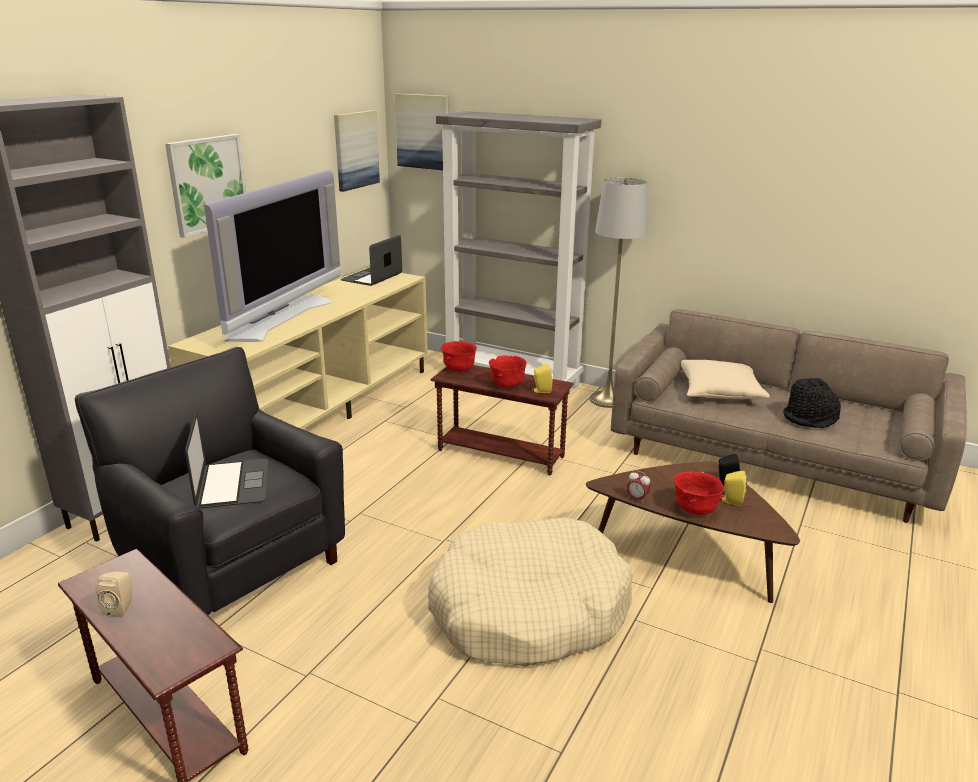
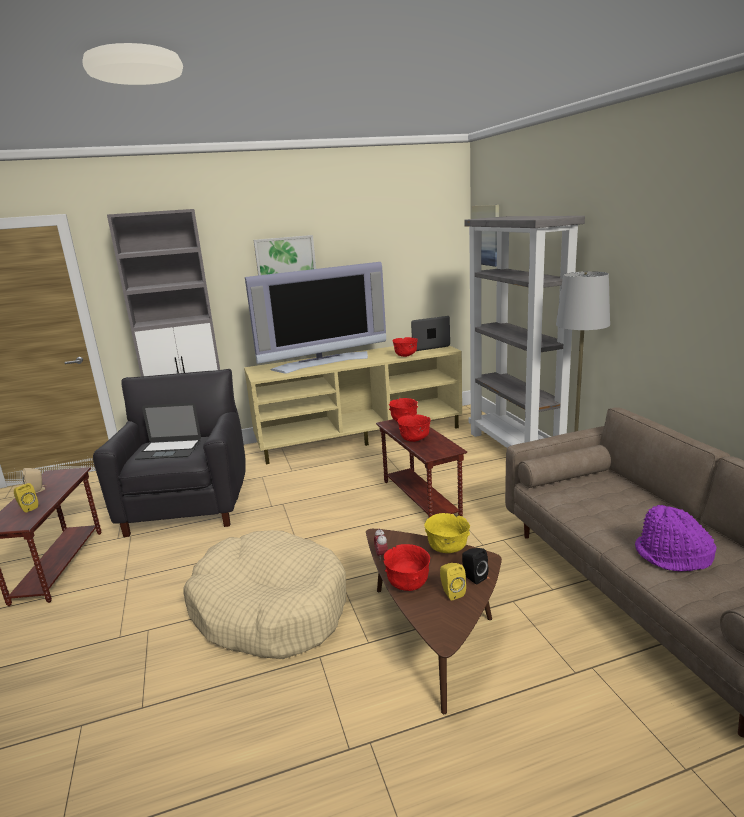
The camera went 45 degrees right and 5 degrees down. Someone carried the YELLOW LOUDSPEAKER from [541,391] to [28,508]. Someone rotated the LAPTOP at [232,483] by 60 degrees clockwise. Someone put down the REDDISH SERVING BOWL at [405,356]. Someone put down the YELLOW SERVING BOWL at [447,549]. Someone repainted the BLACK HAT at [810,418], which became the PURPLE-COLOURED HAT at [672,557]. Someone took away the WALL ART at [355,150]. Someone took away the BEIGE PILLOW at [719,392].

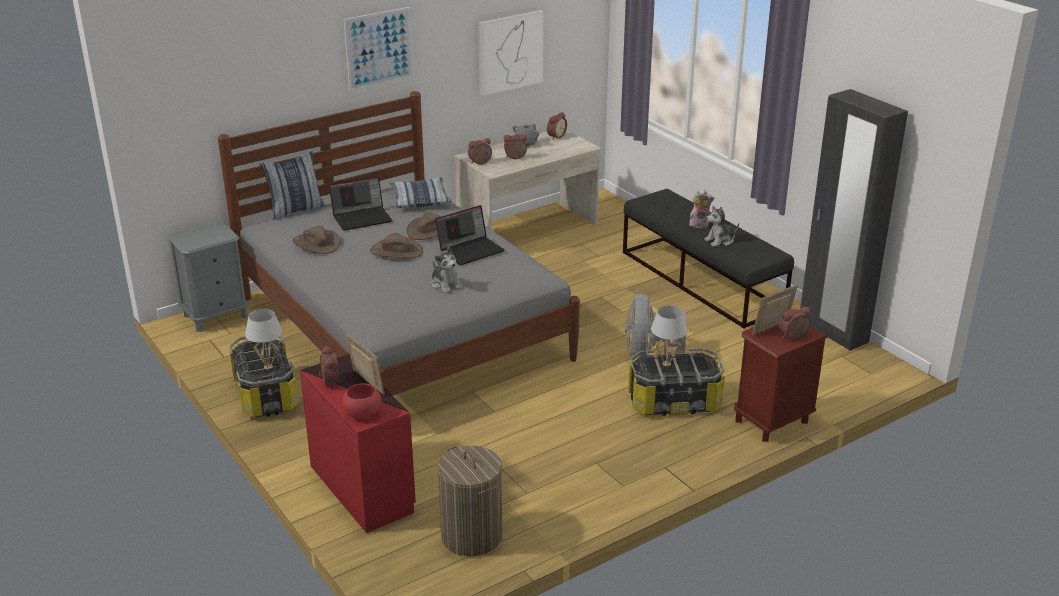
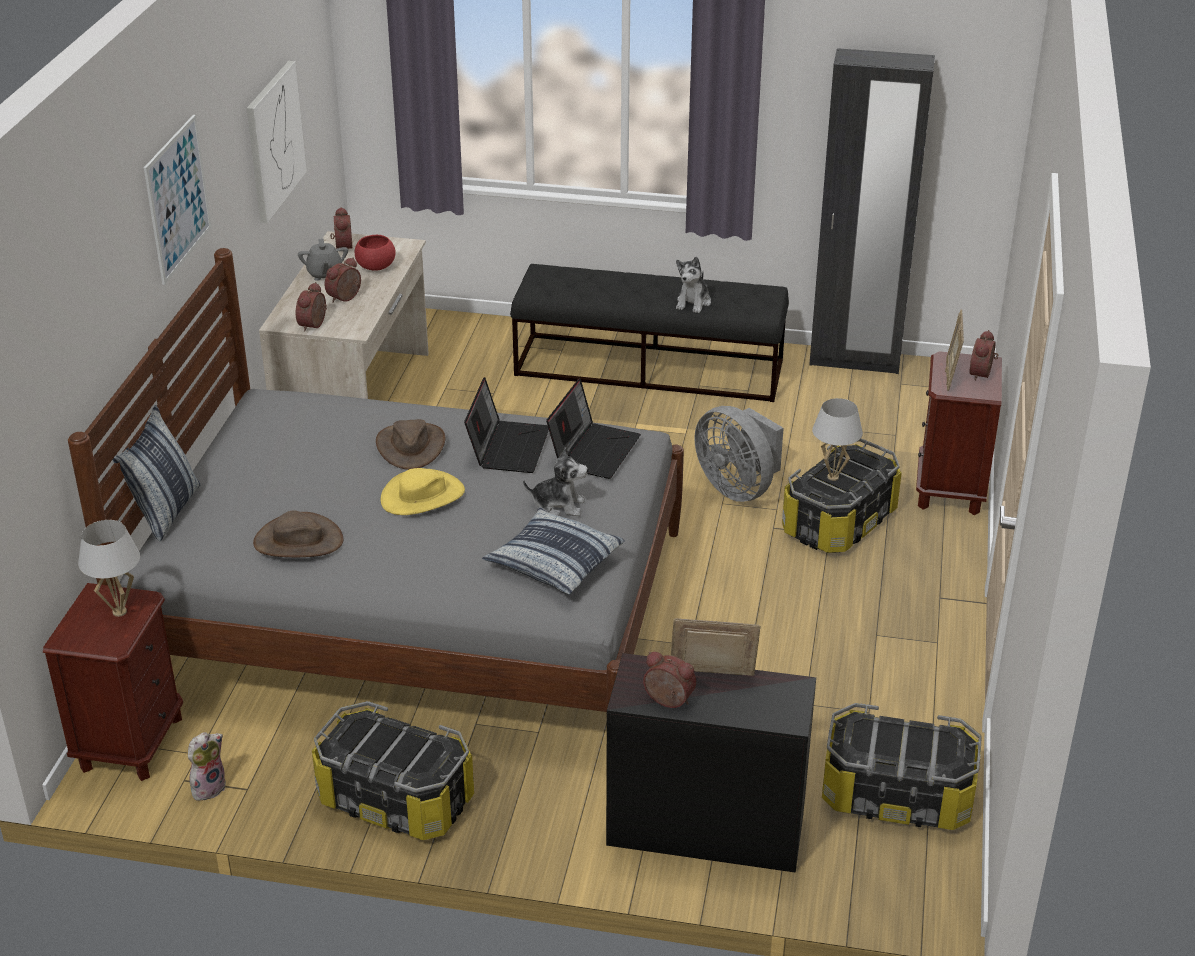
The camera went 45 degrees left and 5 degrees up. Someone repainted the GREYISH NIGHT TABLE at [216,316], which became the BROWN-COLOURED NIGHT TABLE at [131,743]. Someone carried the WHITISH TABLETOP LAMP from [268,367] to [119,612]. Someone carried the SOFT TOY from [699,224] to [208,787]. Someone carried the REDDISH SERVING BOWL from [362,413] to [375,266]. Someone repainted the BROWN-COLOURED HAT at [396,251], which became the YELLOW HAT at [423,496]. Someone carried the PILLOW from [420,199] to [554,562]. Someone carried the LAPTOP from [362,218] to [594,450]. Someone repainted the REDDISH CHEST OF DRAWERS at [362,487], which became the BLACK CHEST OF DRAWERS at [705,827]. Someone swapped the LAUNDRY BASKET at [472,536] for the STORAGE BOX at [897,795].

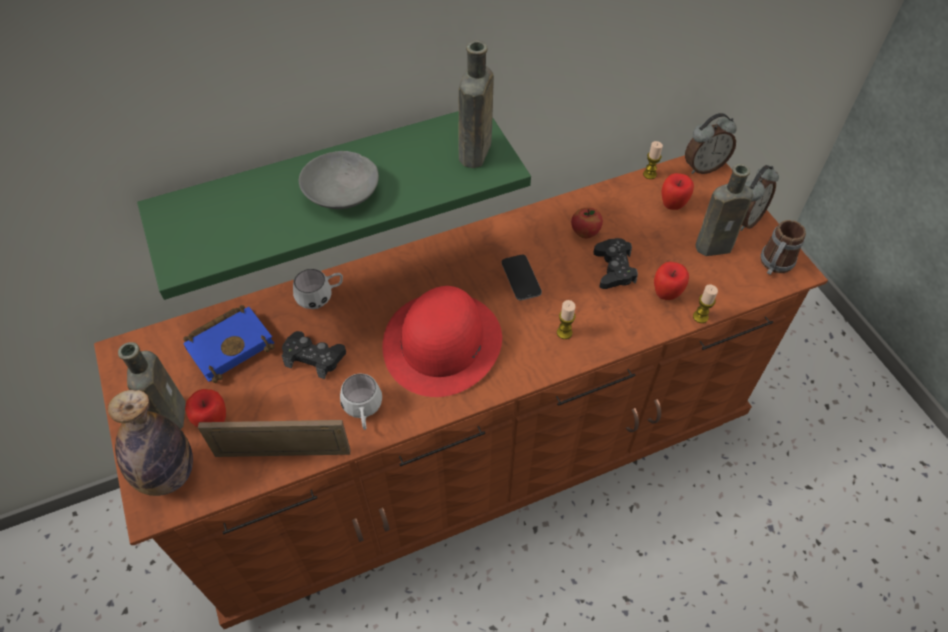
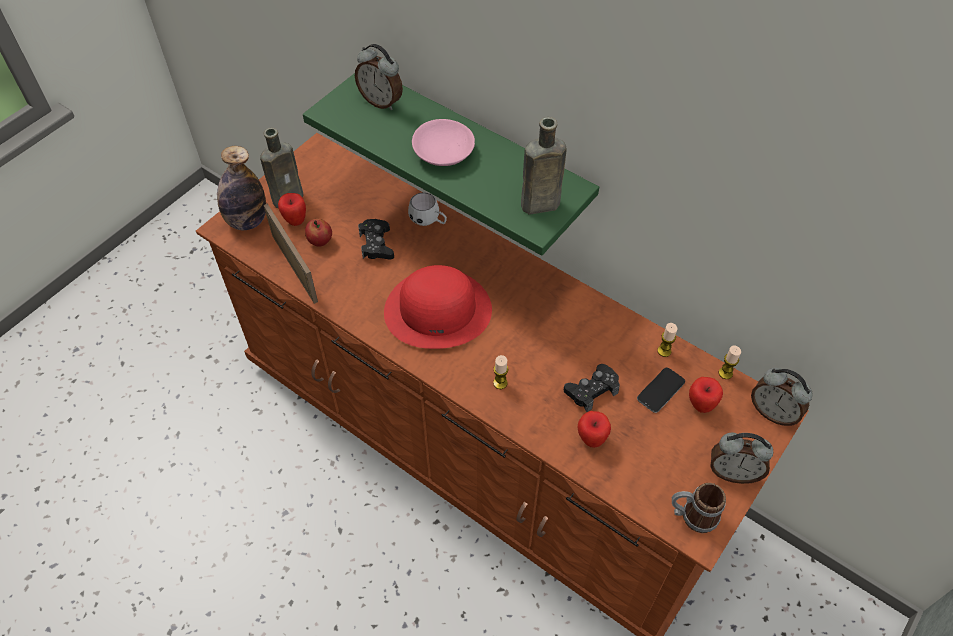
The camera went 60 degrees right and 0 degrees up. Someone carried the APPLE FRUIT from [585,233] to [320,241]. Someone put down the TABLE CLOCK at [381,101]. Someone repainted the GREYISH SERVING BOWL at [342,191], which became the PINK-COLOURED SERVING BOWL at [444,153]. Someone carried the PHONE from [521,278] to [660,390]. Someone carried the CANDLE from [700,317] to [664,351]. Someone took away the BLUISH BOOK at [231,344]. Someone took away the WHITISH TEA MUG at [363,412]. Someone took away the BROWN-COLOURED BOTTLE at [716,246].

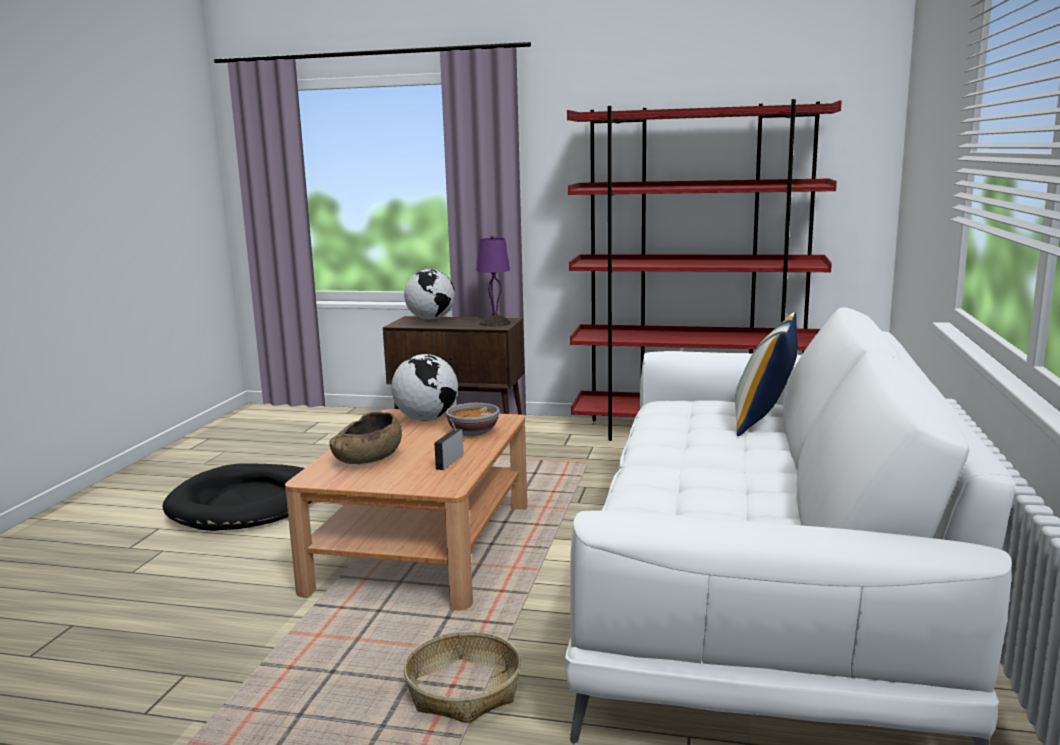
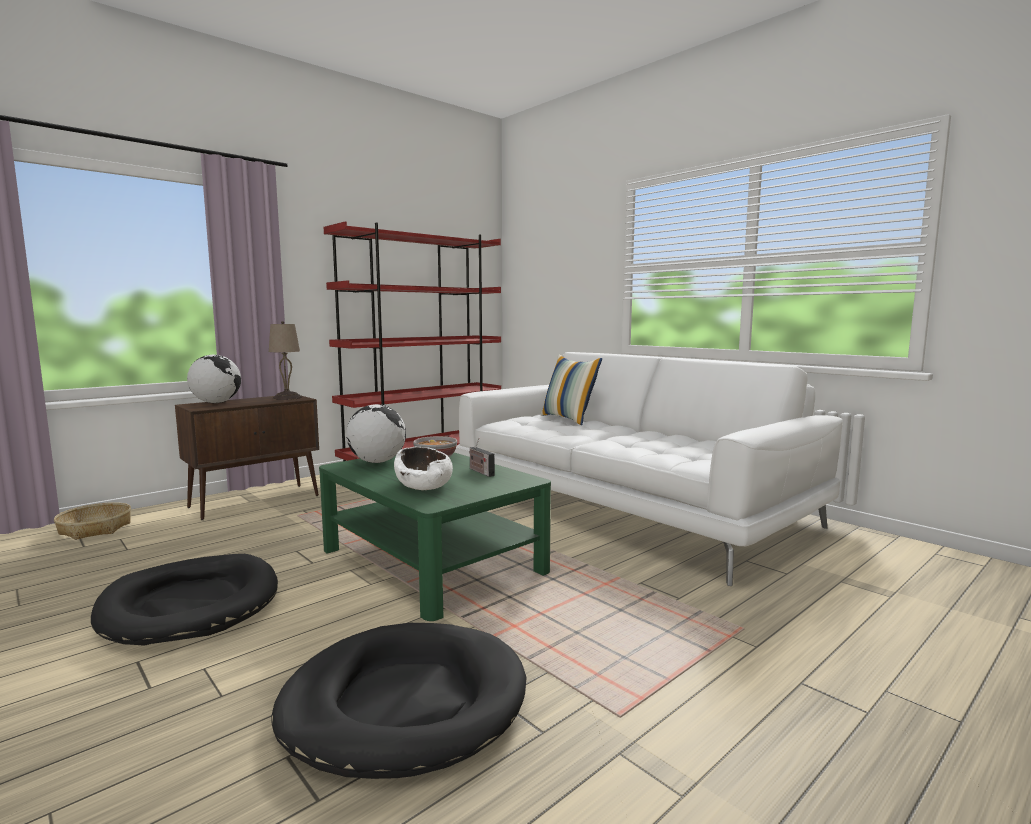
The camera went 55 degrees left and 5 degrees down. Someone carried the HOUSEHOLD BASKET from [464,690] to [95,529]. Someone repainted the PURPLE-COLOURED TABLETOP LAMP at [495,323], which became the BEIGE TABLETOP LAMP at [287,398]. Someone put down the BLACK DOG CUSHION at [404,703]. Someone repainted the BROWN-COLOURED COFFEE TABLE at [423,546], which became the GREEN-COLOURED COFFEE TABLE at [432,561]. Someone repainted the BROWN-COLOURED SERVING BOWL at [368,458], which became the WHITISH SERVING BOWL at [424,485].

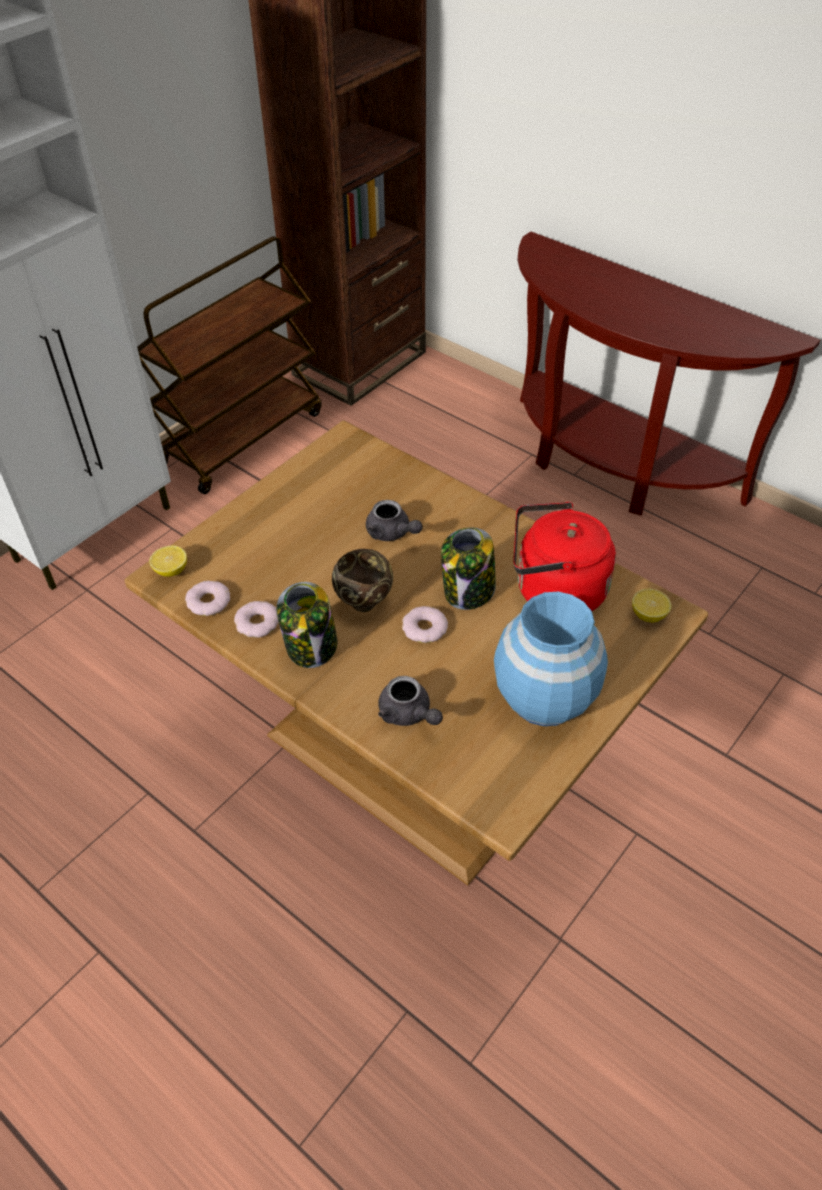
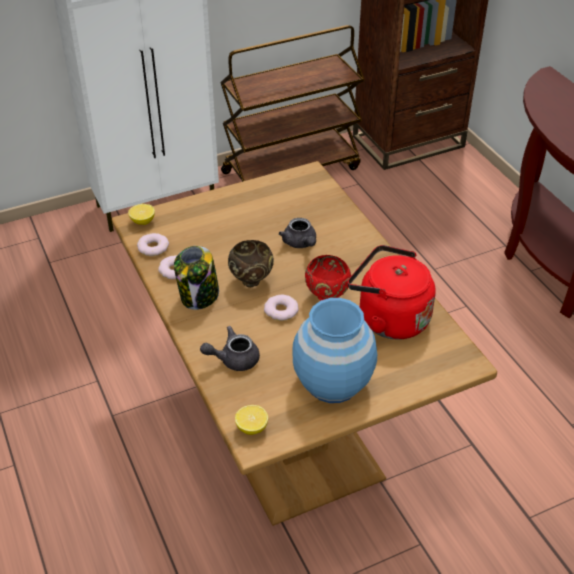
The camera went 25 degrees right and 5 degrees down. Someone rotated the GREYISH POT FOR TEA at [408,714] by 90 degrees clockwise. Someone carried the CITRUS FRUIT from [648,614] to [252,427]. Someone swapped the STORAGE JAR at [468,591] for the REDDISH SERVING BOWL at [327,298].

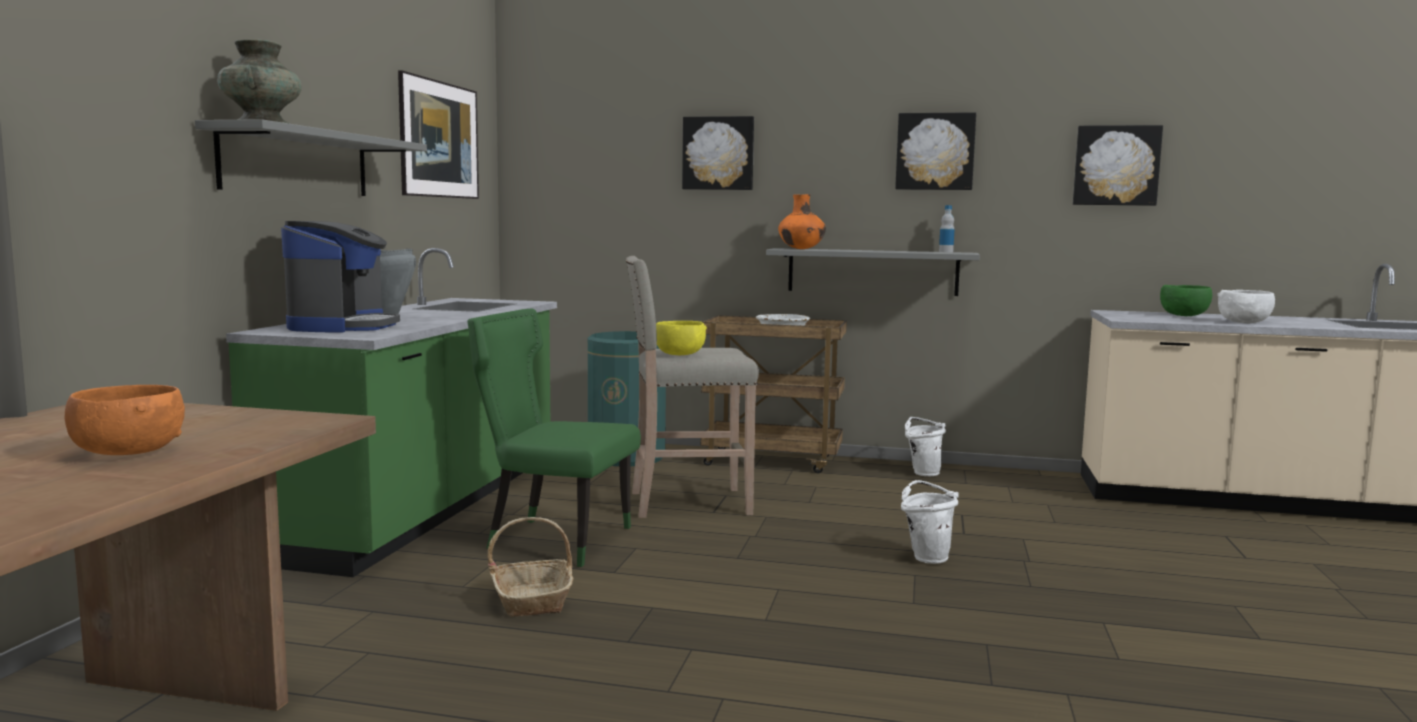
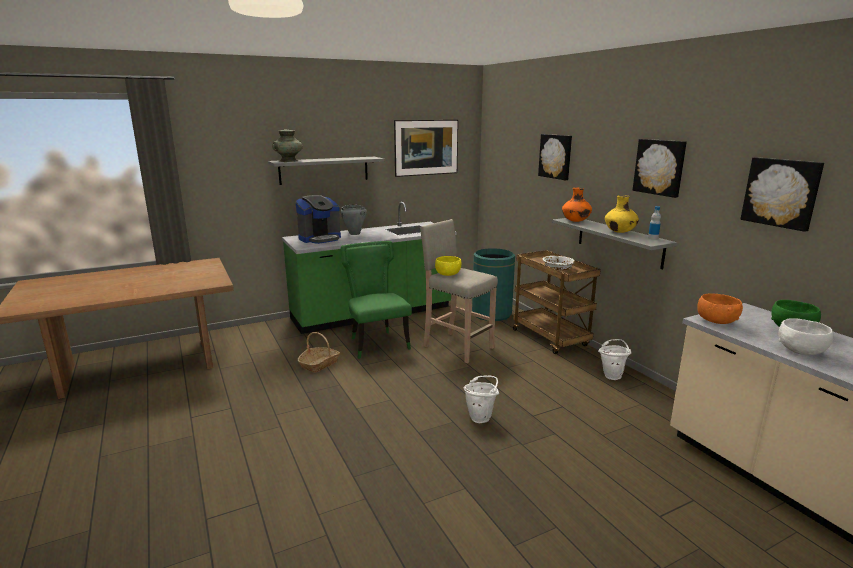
The camera went 50 degrees right and 10 degrees up. Someone put down the YELLOW DECORATIVE VASE at [620,232]. Someone carried the ORANGEY SERVING BOWL from [128,453] to [716,321].

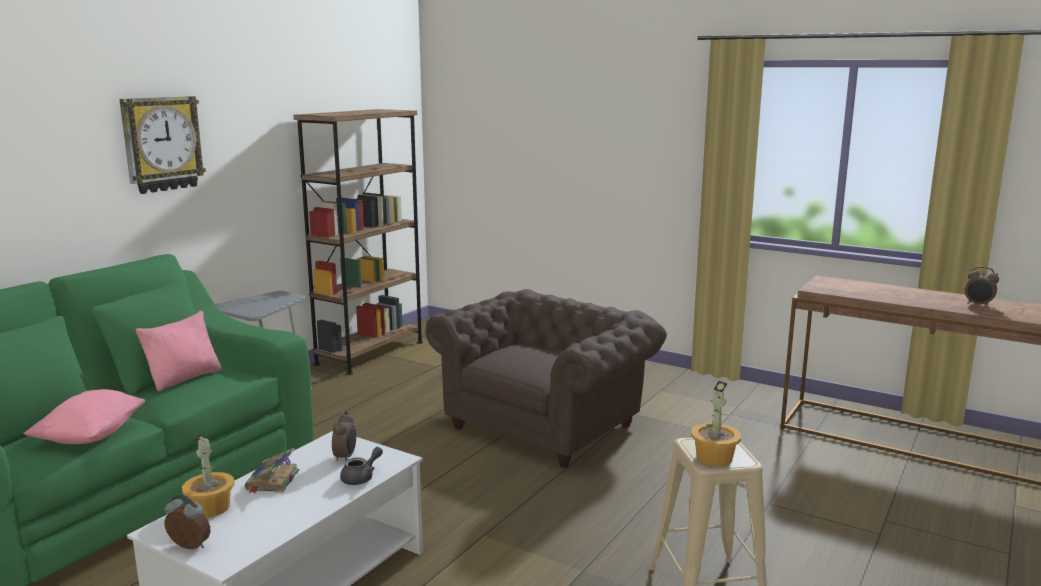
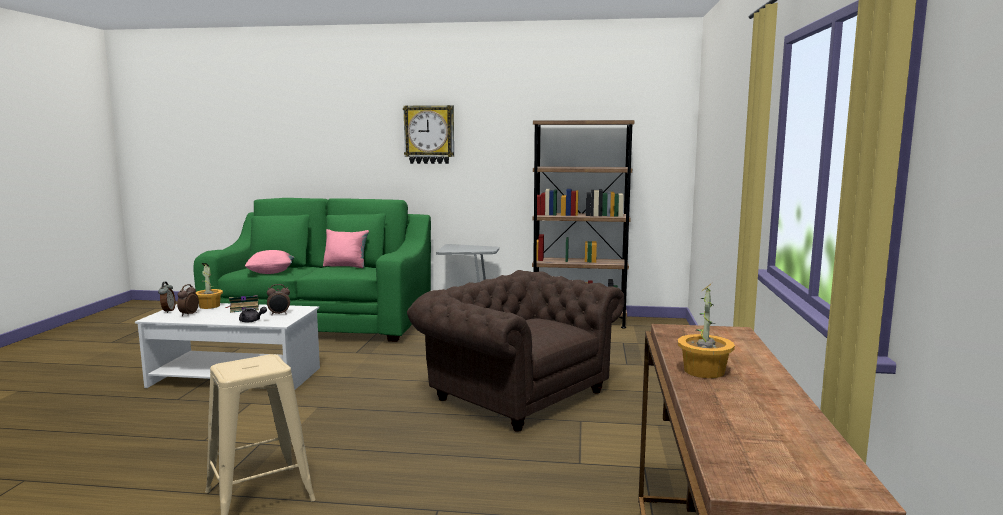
The camera went 65 degrees right and 5 degrees down. Someone carried the TABLE CLOCK from [978,305] to [188,314]. Someone rotated the BROWN-COLOURED ARMCHAIR at [547,424] by 150 degrees counterclockwise. Someone carried the PLANT IN A POT from [714,457] to [704,371].

